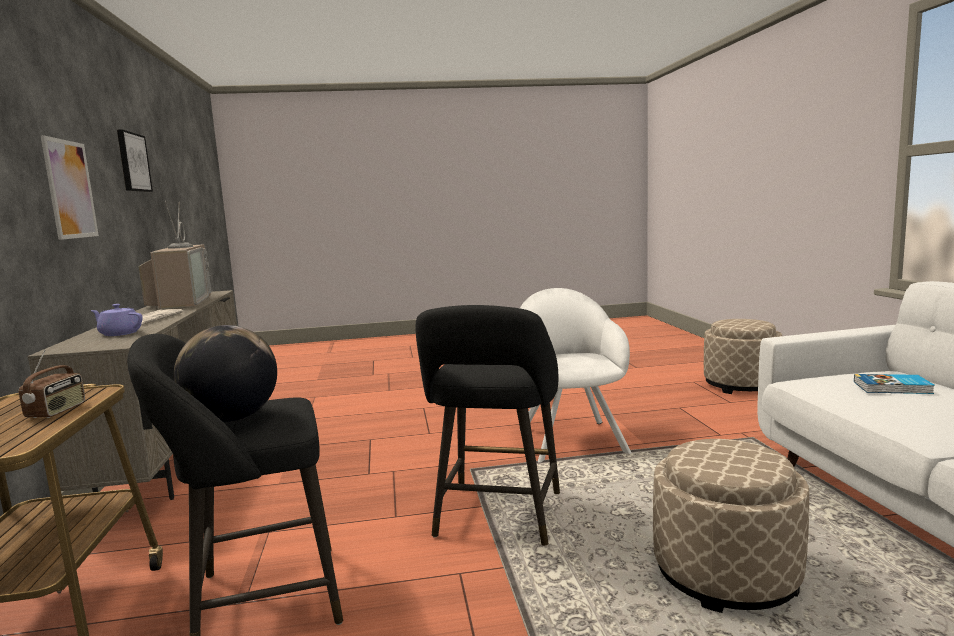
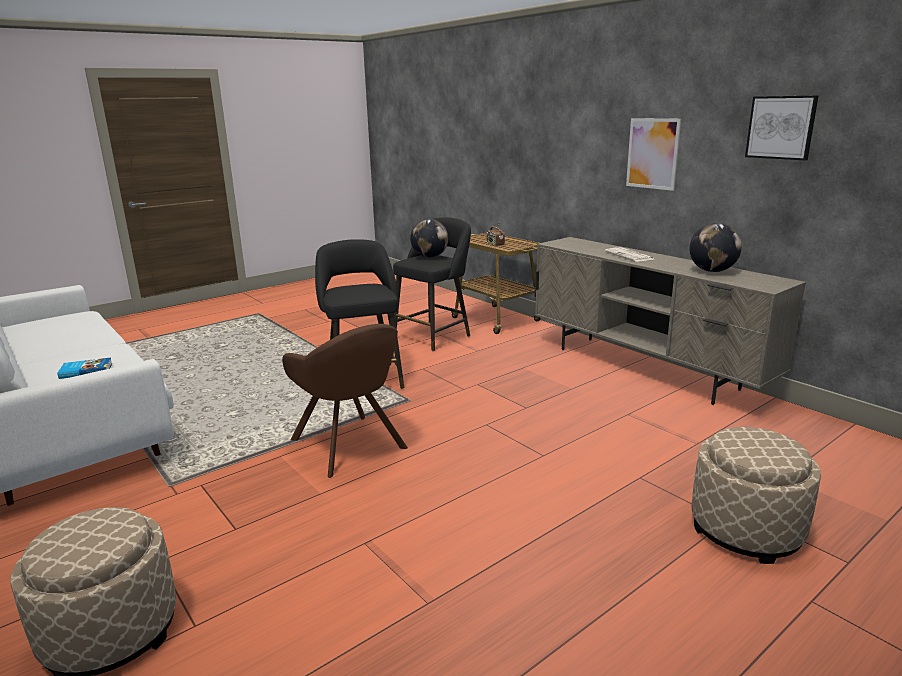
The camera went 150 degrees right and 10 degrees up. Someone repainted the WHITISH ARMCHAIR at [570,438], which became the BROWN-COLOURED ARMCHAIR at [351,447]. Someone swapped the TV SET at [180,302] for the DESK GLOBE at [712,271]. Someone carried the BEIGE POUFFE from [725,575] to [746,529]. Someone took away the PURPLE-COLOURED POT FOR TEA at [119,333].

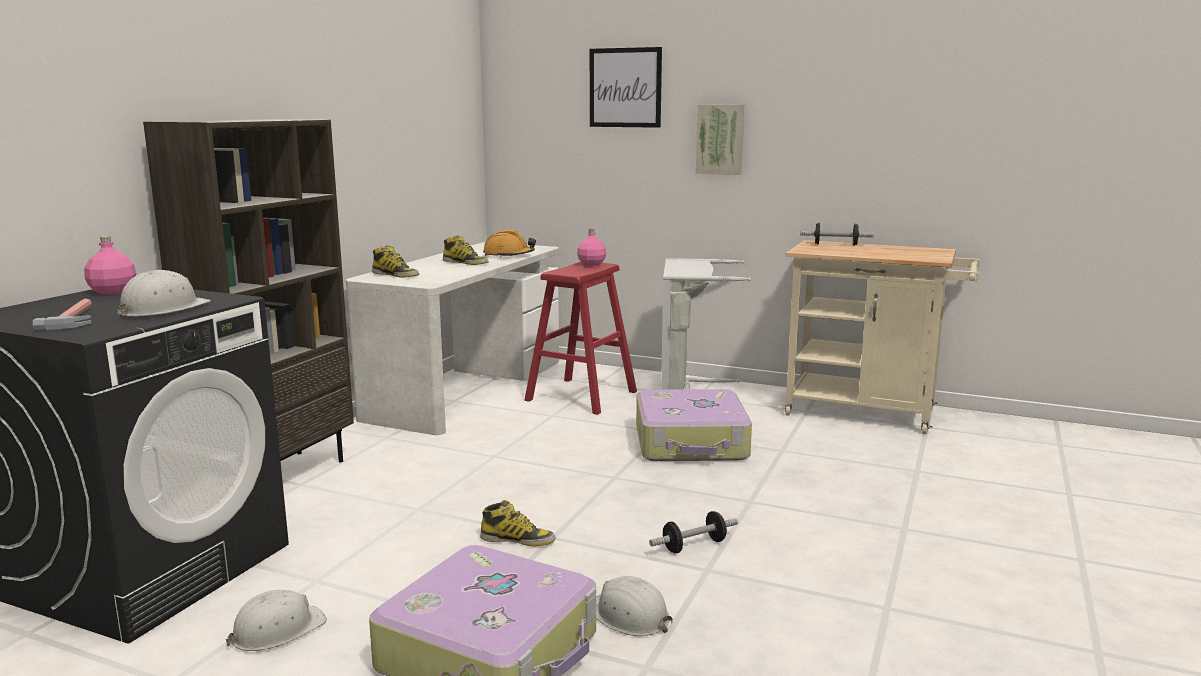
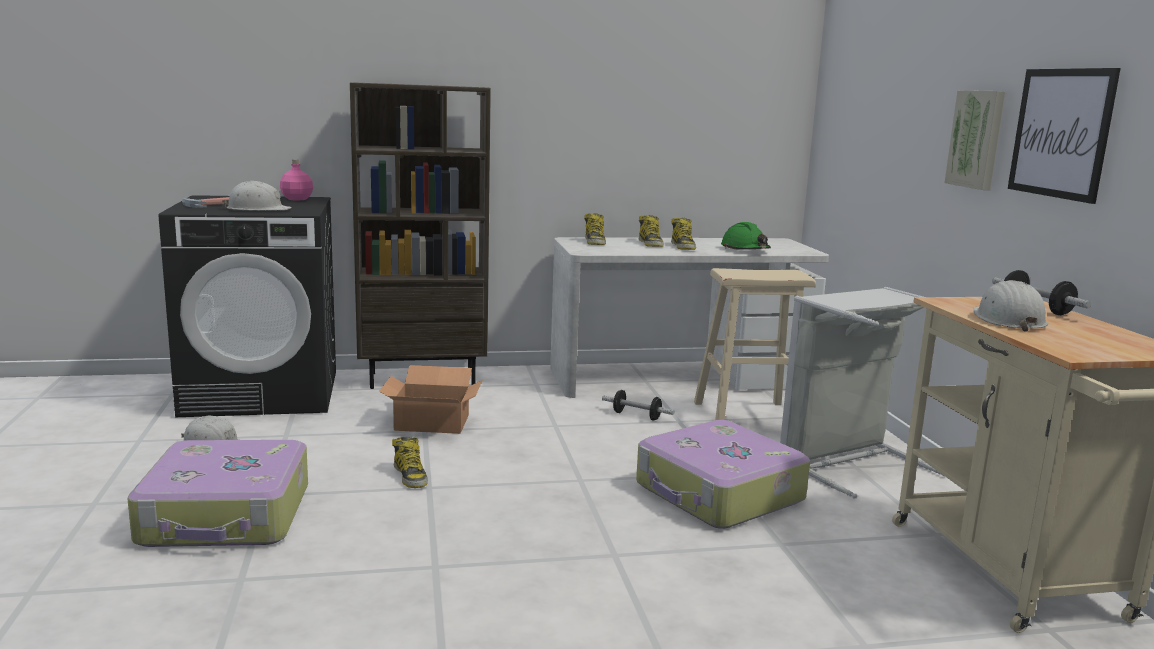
The camera went 55 degrees right and 0 degrees up. Someone put down the CARTON at [431,422]. Someone carried the DUMBBELL from [694,546] to [636,416]. Someone put down the HIGH-TOP BOOT at [651,244]. Someone repainted the REDDISH SITTING STOOL at [581,396], which became the BEIGE SITTING STOOL at [748,419]. Someone repainted the ORANGEY HARD HAT at [508,255], which became the GREEN-COLOURED HARD HAT at [745,250]. Someone carried the WHITISH HARD HAT from [629,616] to [1007,320]. Someone carried the WALL ART from [625,87] to [1061,133]. Someone took away the PINK-COLOURED BOTTLE at [591,264].

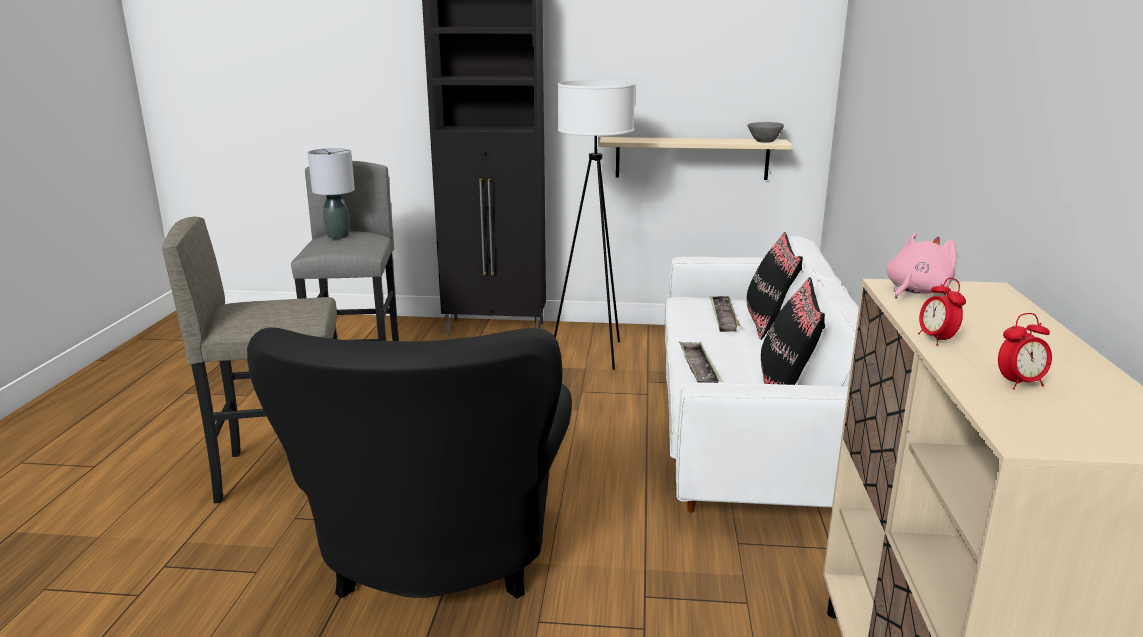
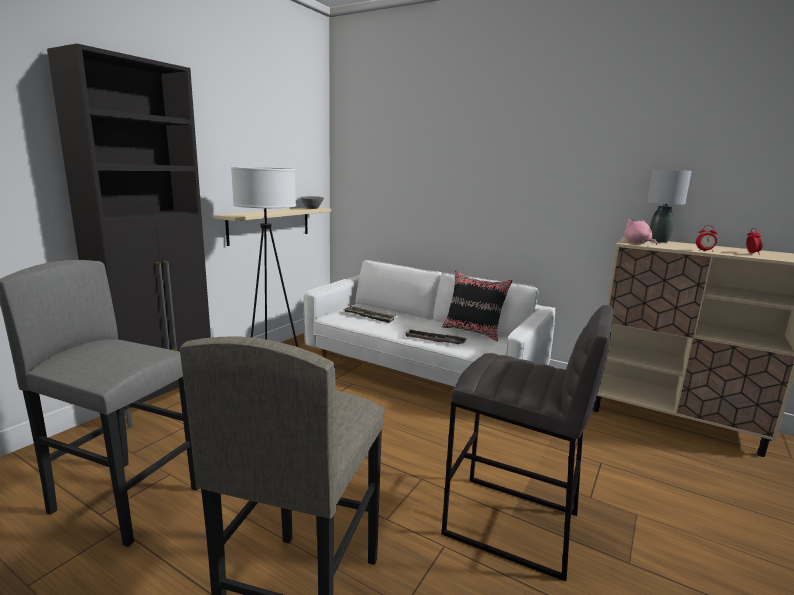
The camera went 65 degrees left and 5 degrees down. Someone swapped the BLACK ARMCHAIR at [437,561] for the GREYISH SITTING STOOL at [512,525]. Someone carried the GREYISH TABLETOP LAMP from [338,236] to [658,241]. Someone took away the BLACK PILLOW at [768,324].

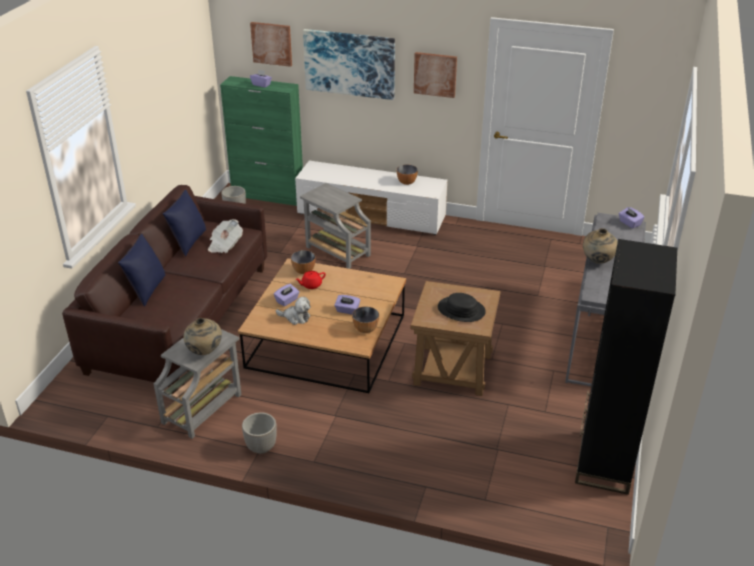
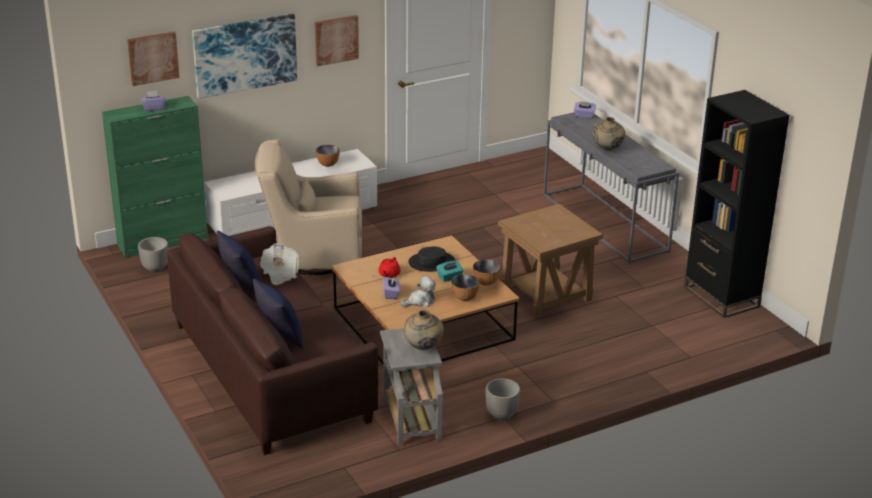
The camera went 45 degrees left and 5 degrees down. Someone swapped the GREYISH ACCENT TABLE at [336,251] for the BEIGE ARMCHAIR at [312,257]. Someone carried the BLACK HAT from [461,310] to [431,263]. Someone repainted the PURPLE-COLOURED BOX OF TISSUES at [347,310], which became the BLUE-GREEN BOX OF TISSUES at [449,277]. Someone carried the SERVING BOWL from [304,271] to [465,297].

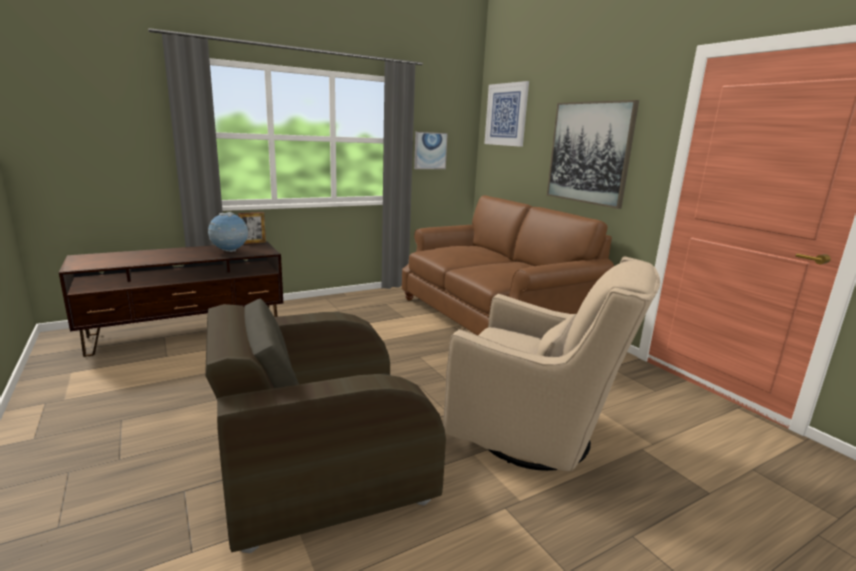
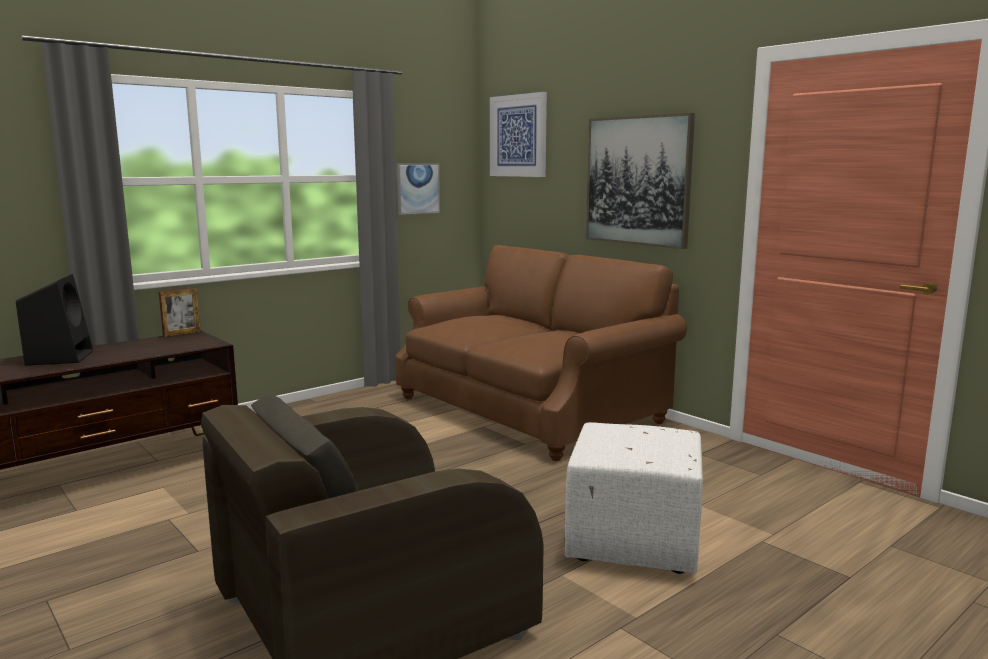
The camera went 10 degrees left and 5 degrees down. Someone put down the BLACK LOUDSPEAKER at [60,357]. Someone swapped the BEIGE ARMCHAIR at [537,436] for the WHITISH POUFFE at [634,543]. Someone took away the DESK GLOBE at [230,252].

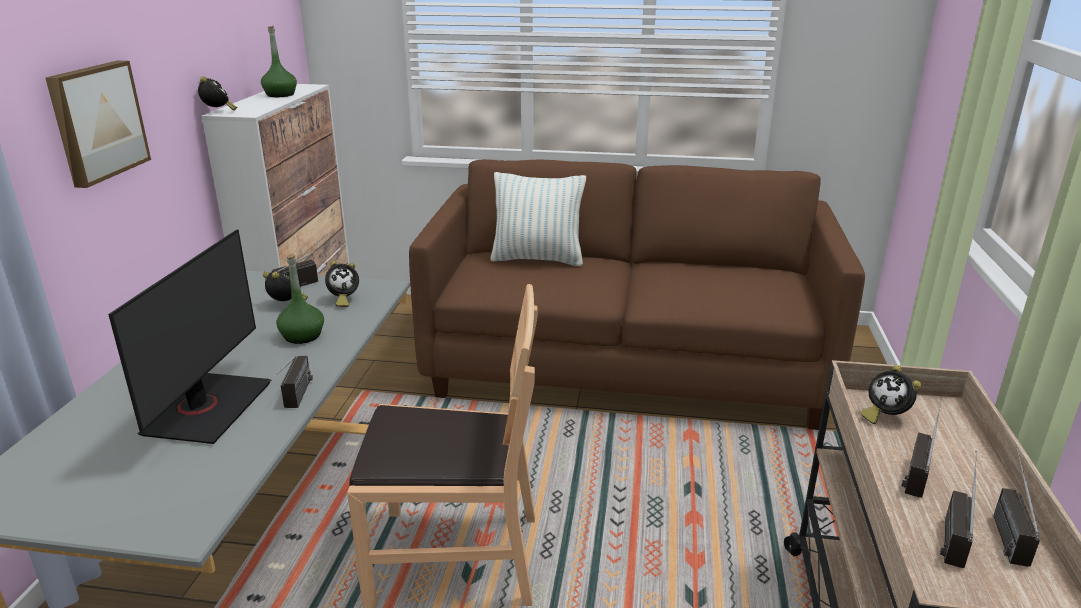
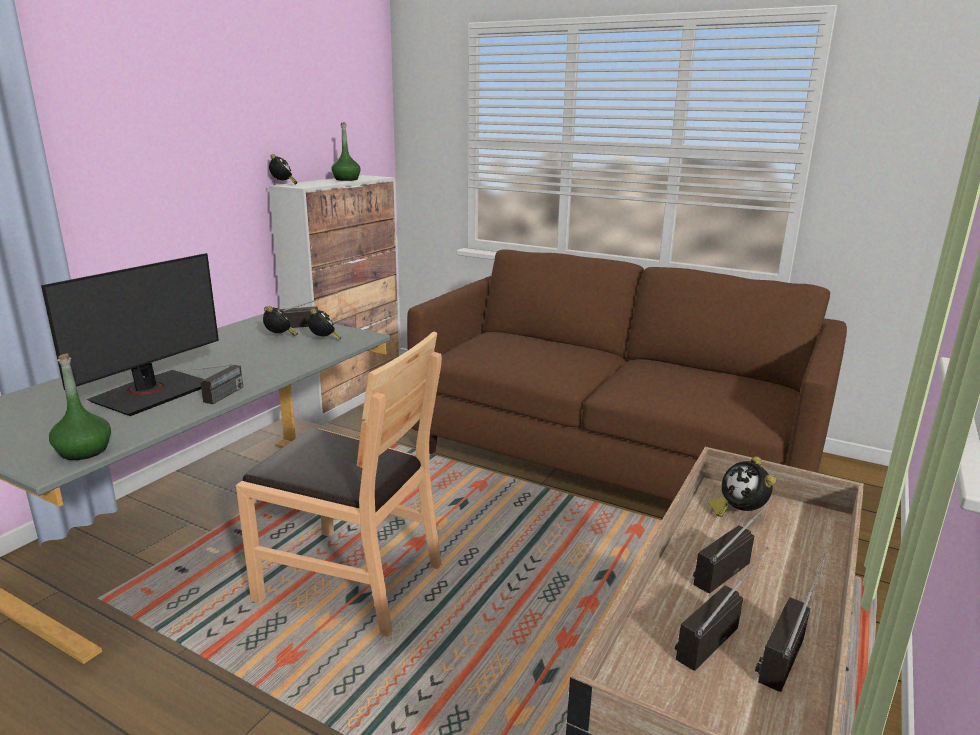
The camera went 20 degrees right and 5 degrees down. Someone carried the GREEN-COLOURED BOTTLE from [302,336] to [84,451]. Someone rotated the TABLE CLOCK at [343,300] by 105 degrees counterclockwise. Someone took away the WALL ART at [96,121]. Someone took away the PILLOW at [537,259].

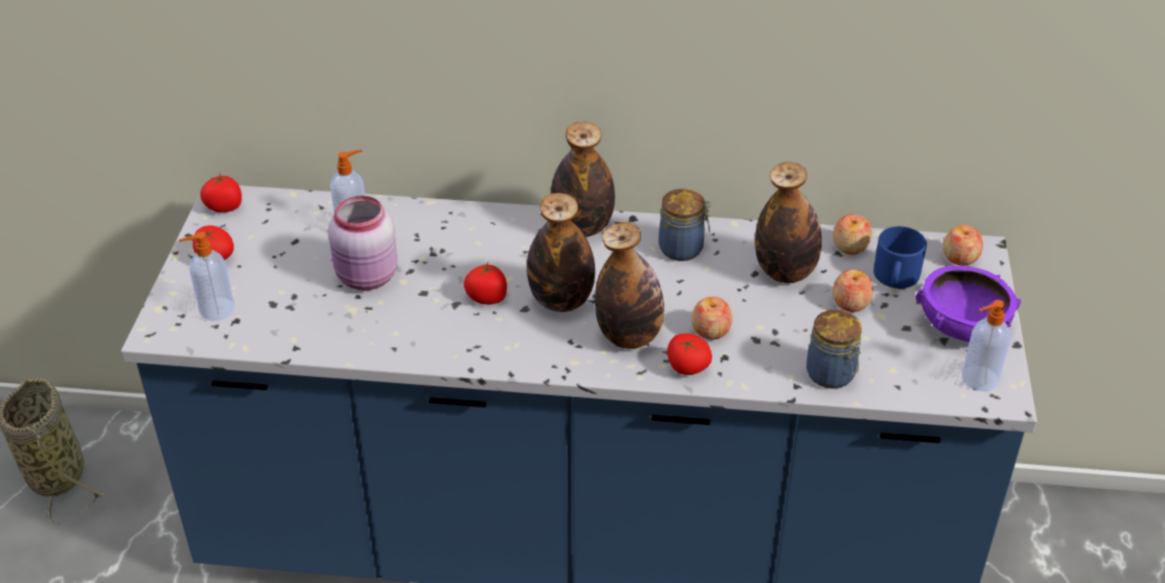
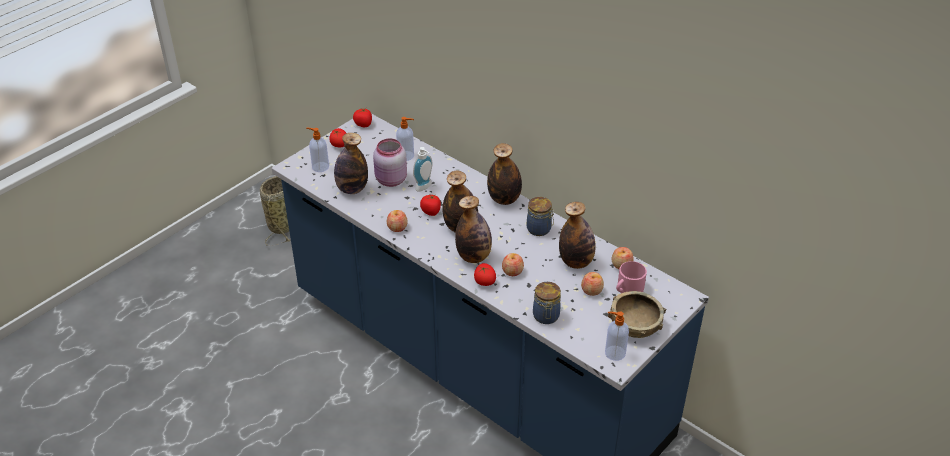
The camera went 35 degrees right and 0 degrees up. Someone put down the BOTTLE at [352,189]. Someone carried the APPLE FRUIT from [960,257] to [397,227]. Someone put down the SOAP BOTTLE at [425,187]. Someone repainted the PURPLE-COLOURED SERVING BOWL at [962,325], which became the BROWN-COLOURED SERVING BOWL at [635,326]. Someone repainted the BLUISH TEA MUG at [895,277], which became the PINK-COLOURED TEA MUG at [628,289].

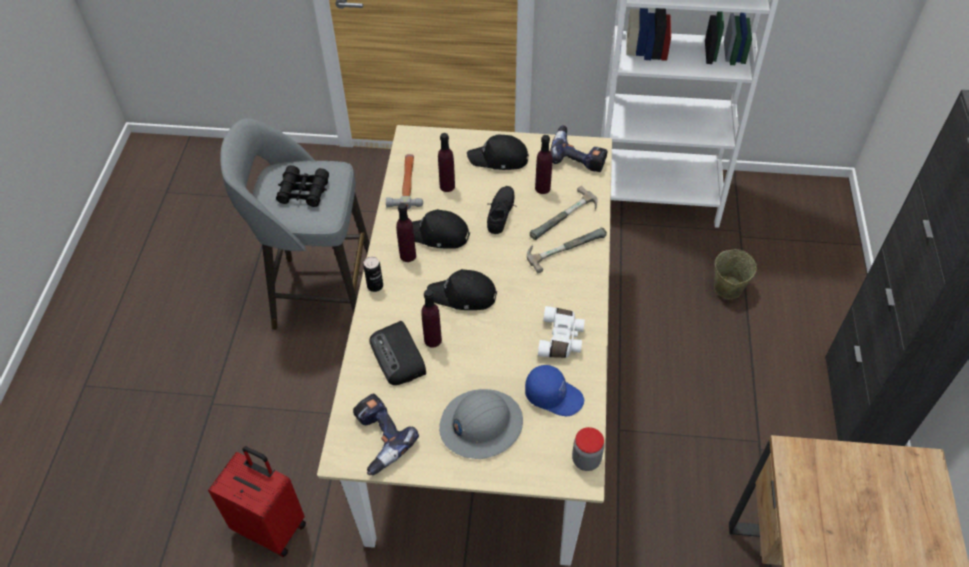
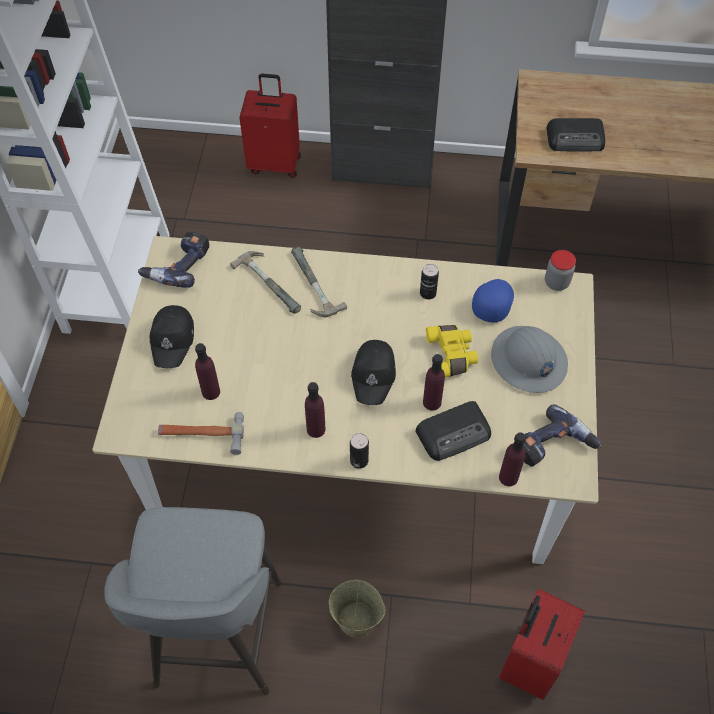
The camera went 90 degrees left and 5 degrees up. Someone put down the REDDISH PIECE OF LUGGAGE at [275,163]. Someone carried the BEIGE PAIL from [728,288] to [357,620]. Someone swapped the WHITISH PAIR OF BINOCULARS at [562,339] for the SEALED CAN at [428,293]. Someone put down the YELLOW PAIR OF BINOCULARS at [452,355]. Someone carried the PURPLE-COLOURED BOTTLE from [542,188] to [508,477]. Someone put down the RADIO RECEIVER at [576,139]. Someone took away the BLACK PAIR OF BINOCULARS at [303,191]. Someone took away the BLACK BASEBALL CAP at [438,235]. Someone took away the BLACK LOW SHOE at [502,213].

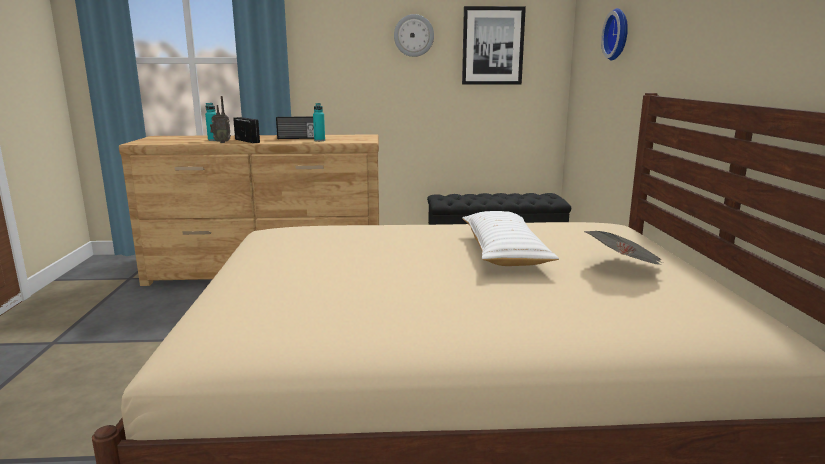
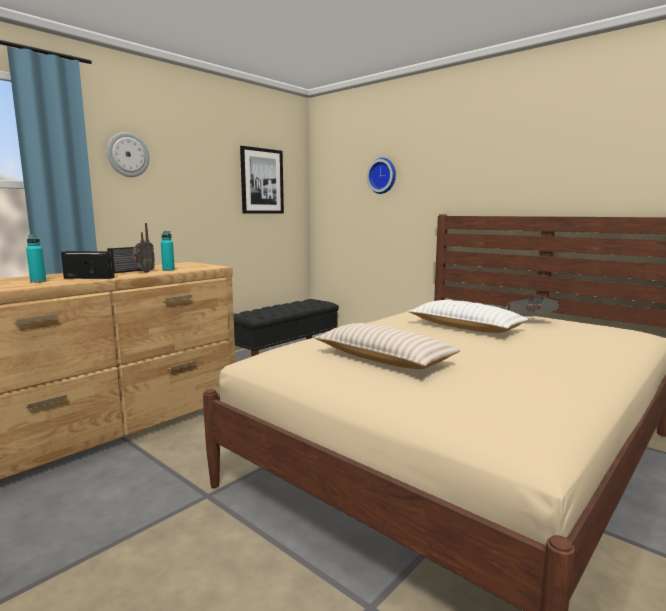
The camera went 45 degrees left and 5 degrees down. Someone carried the CLOCK ON THE WALL from [413,35] to [128,155]. Someone carried the RADIO RECEIVER from [222,142] to [144,272]. Someone put down the BEIGE PILLOW at [383,359].

